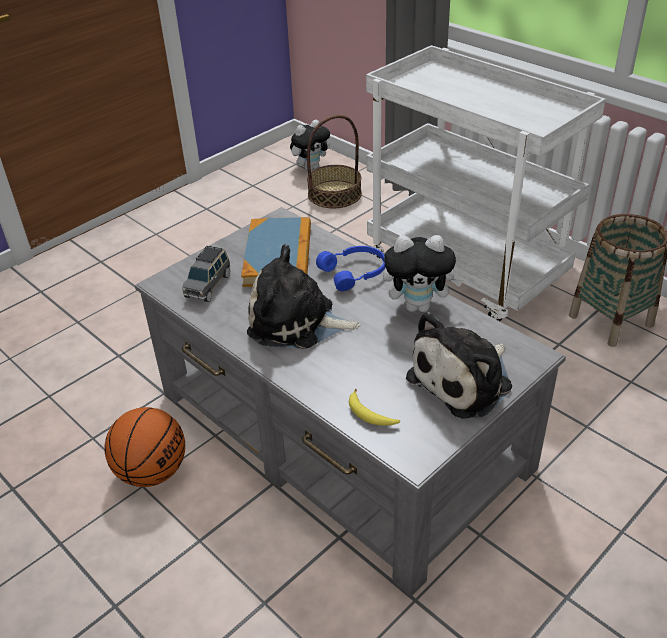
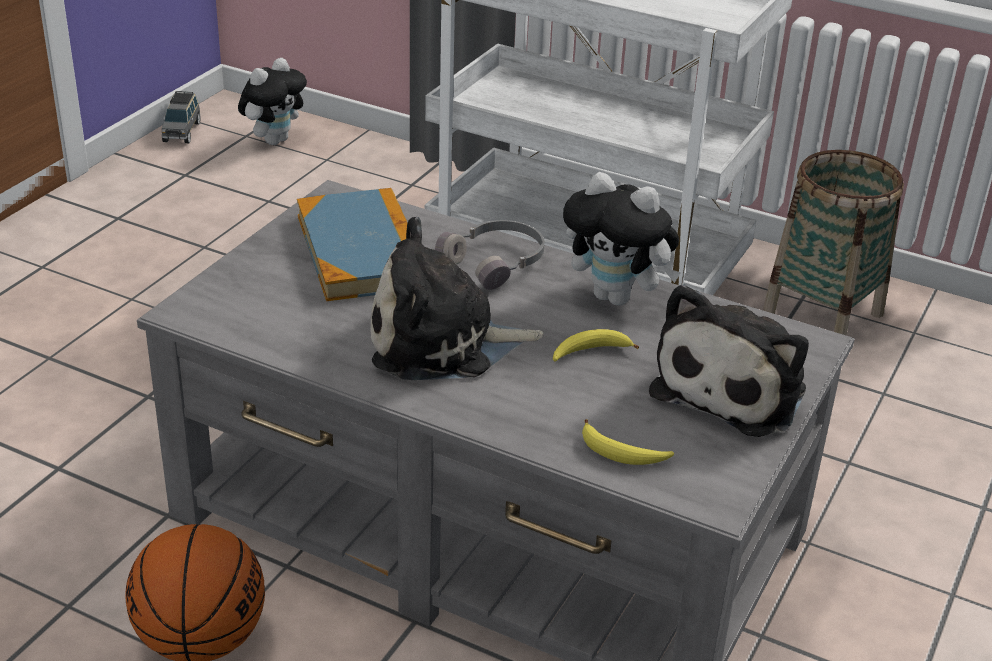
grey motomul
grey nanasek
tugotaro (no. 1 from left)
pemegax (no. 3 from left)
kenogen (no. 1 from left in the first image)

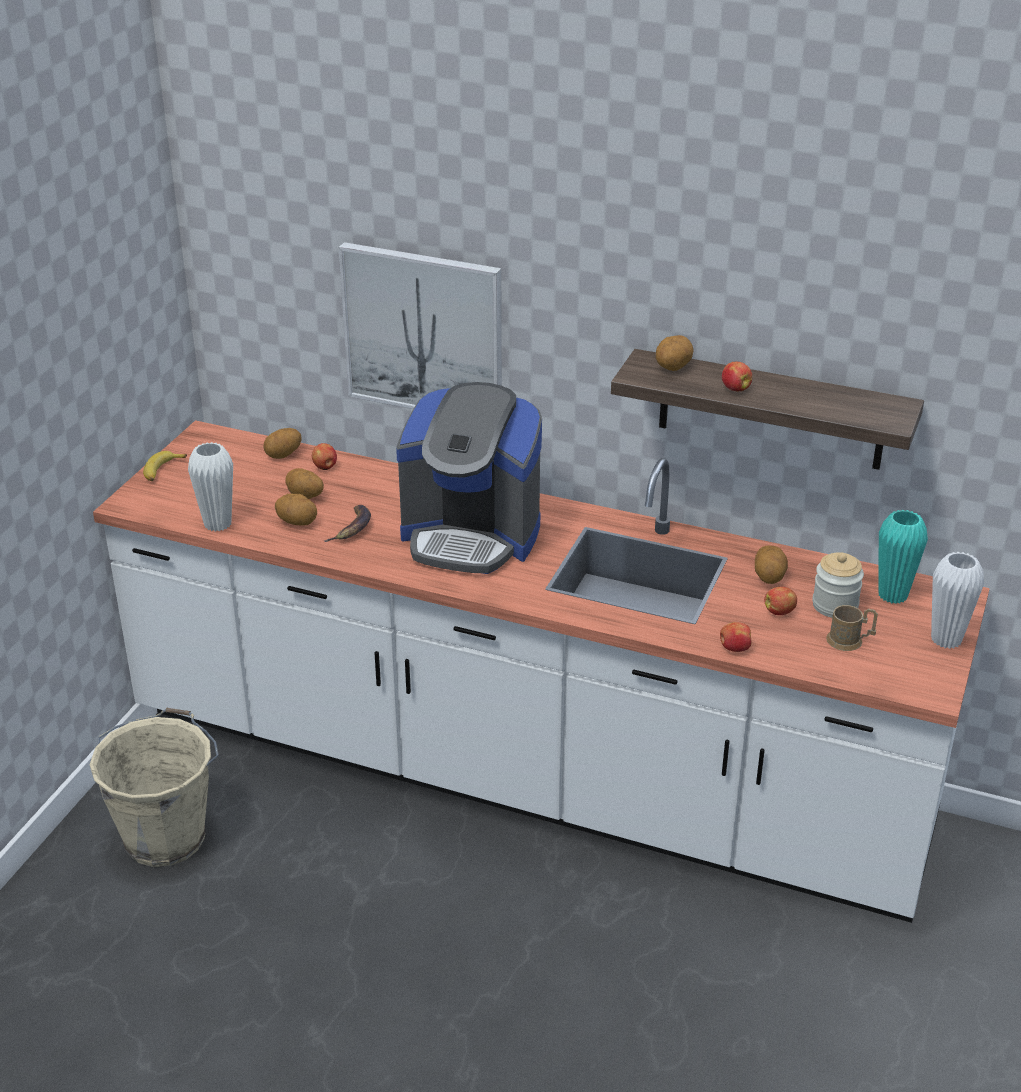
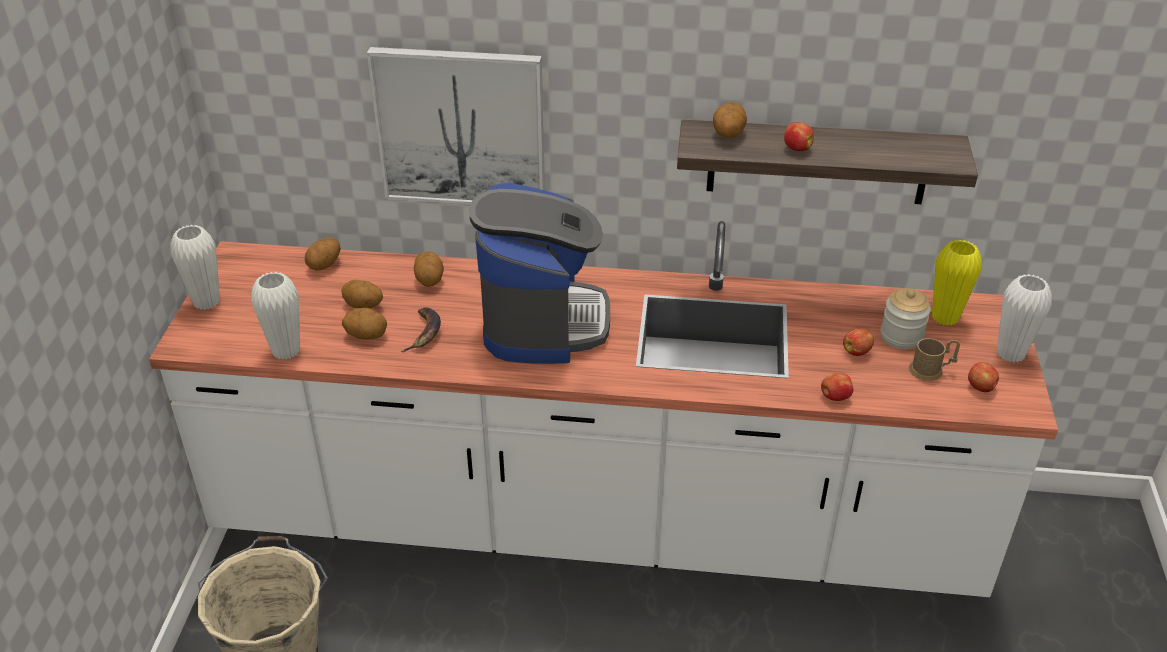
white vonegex (no. 1 from left)
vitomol (no. 4 from left)
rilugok
yellow vonegex
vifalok (no. 4 from left)

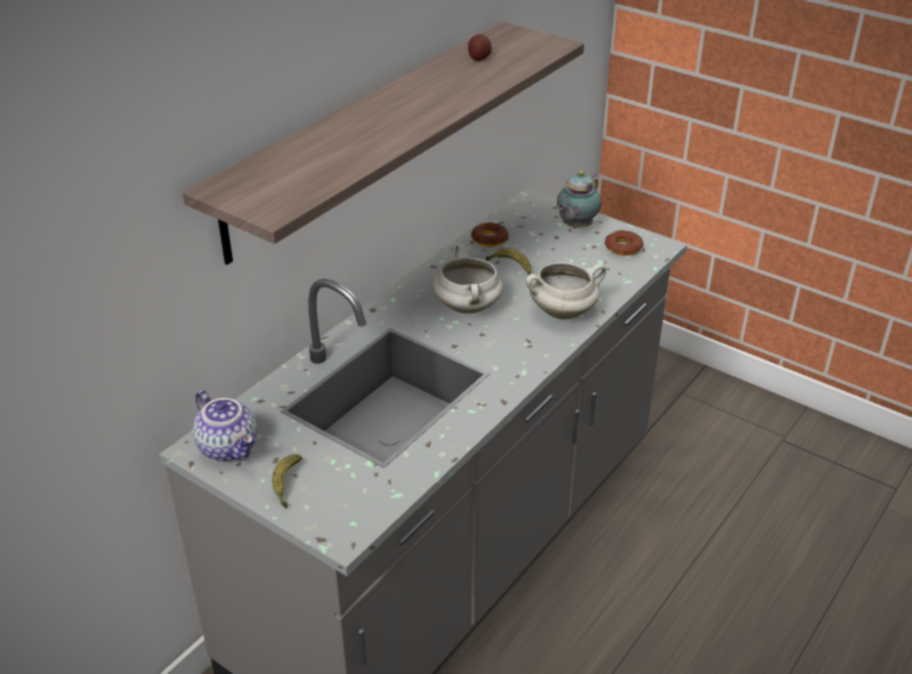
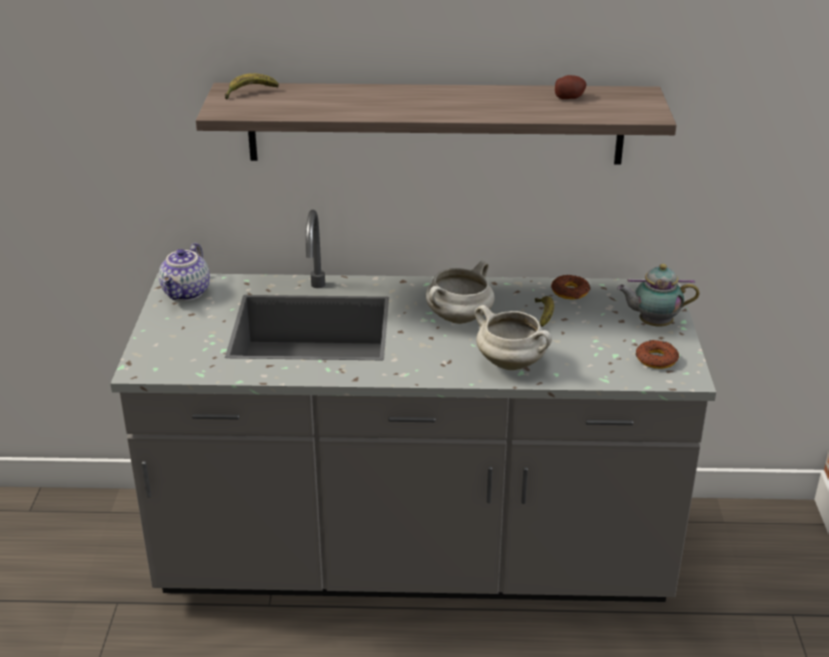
tugotaro (no. 1 from left)

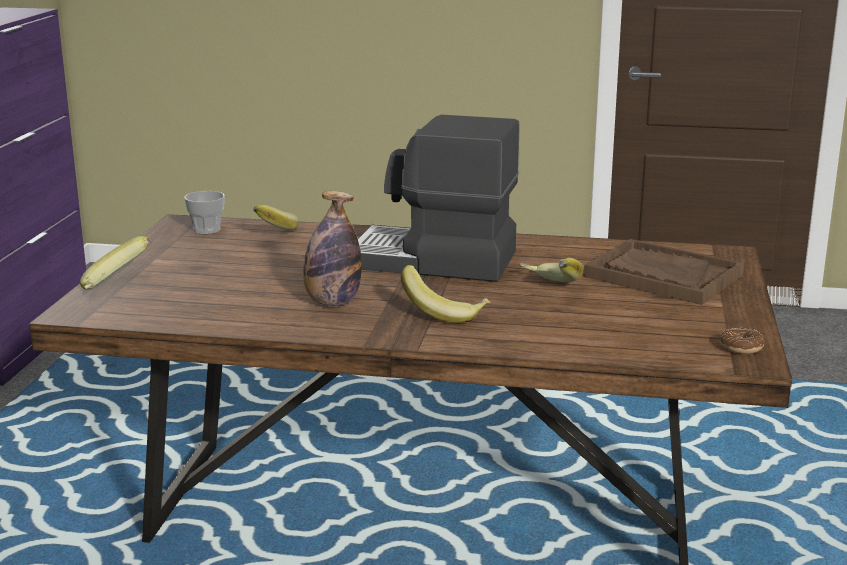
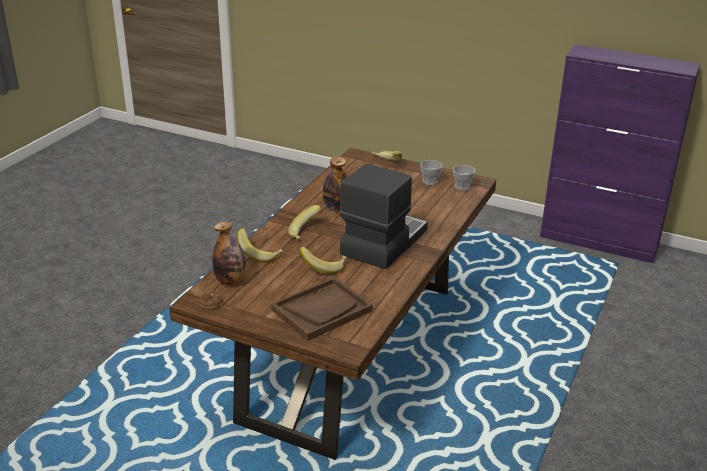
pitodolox (no. 1 from left)
tugotaro (no. 1 from left)
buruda (no. 1 from left)

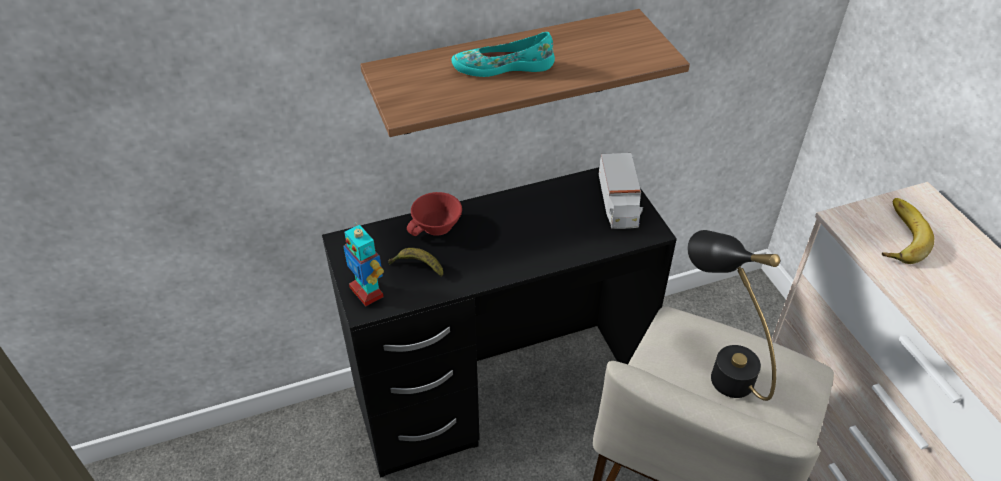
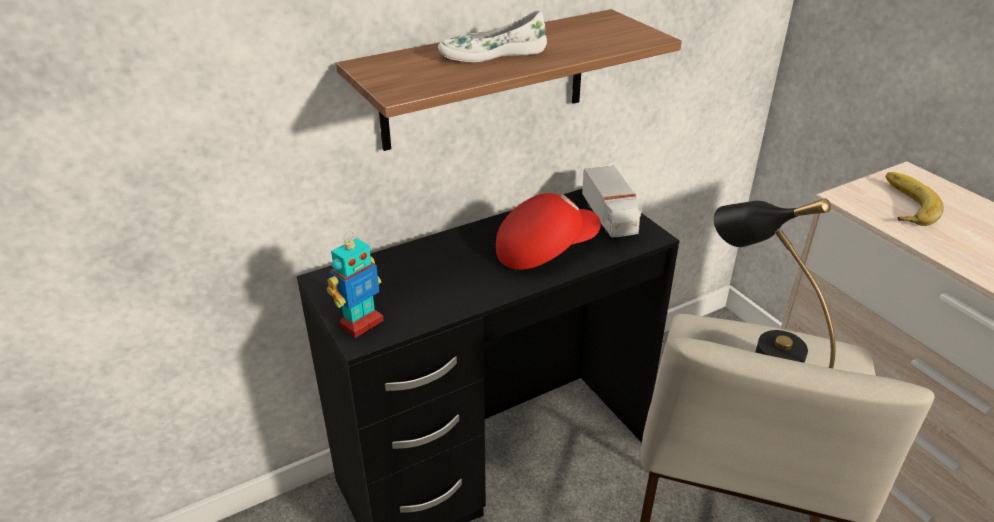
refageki
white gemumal
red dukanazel
tugotaro (no. 1 from left in the first image)
red buruda

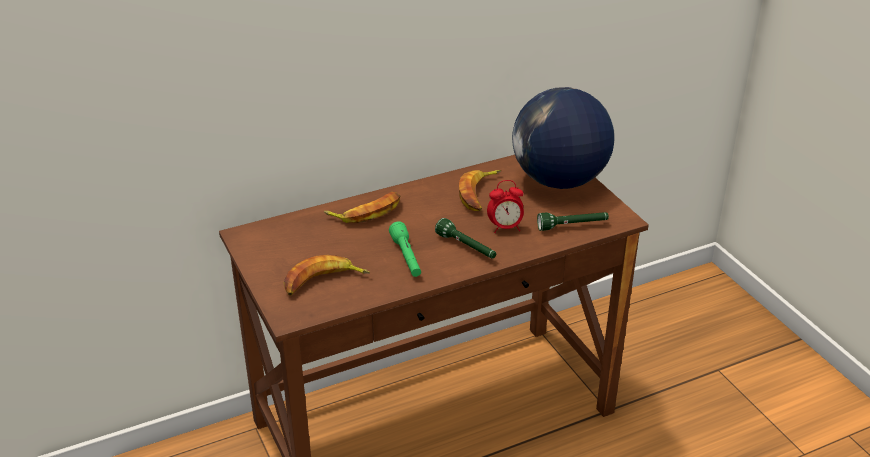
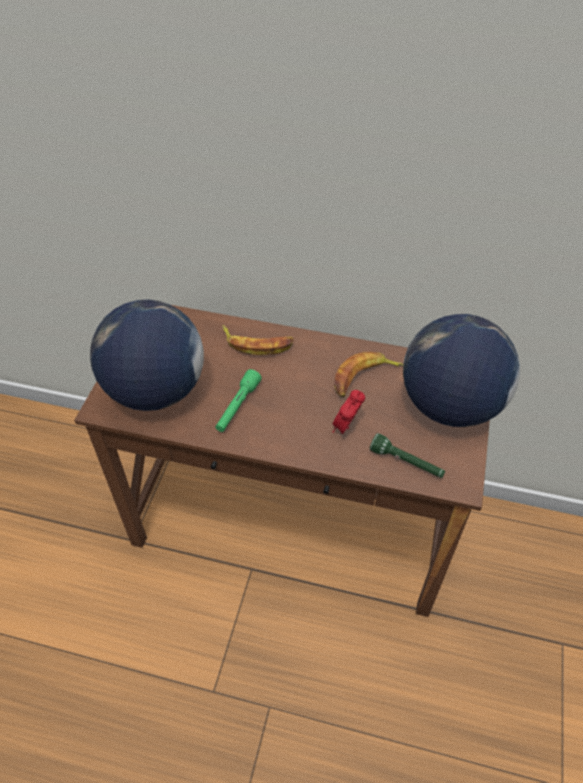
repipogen (no. 1 from left)
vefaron
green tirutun (no. 2 from left in the first image)

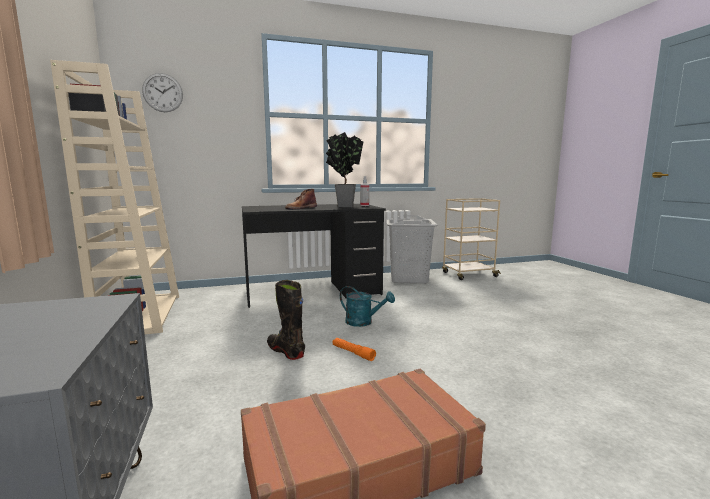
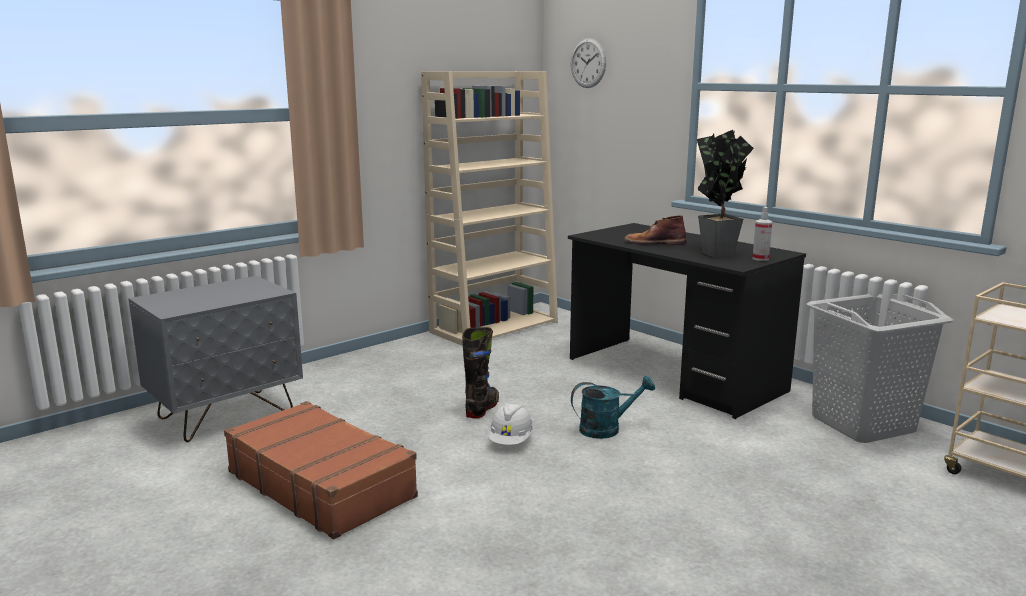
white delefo
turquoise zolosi

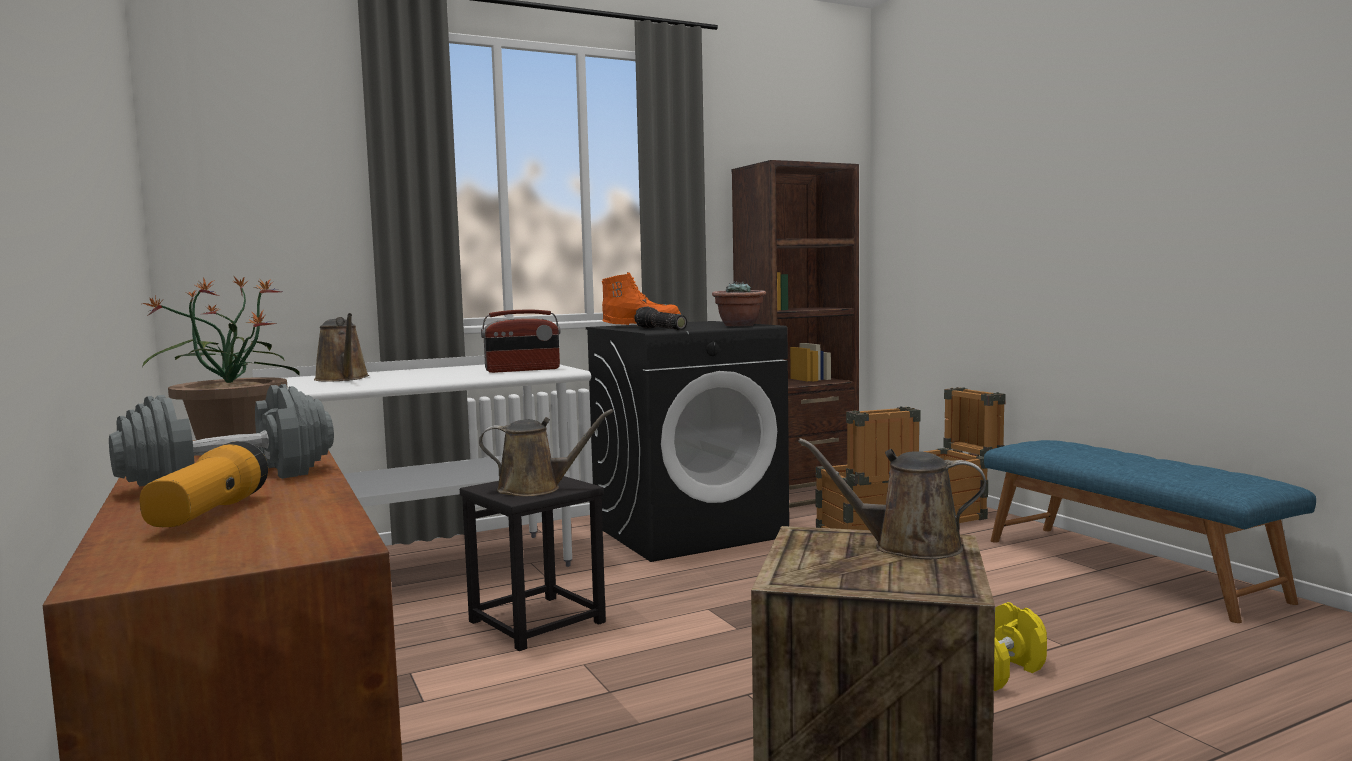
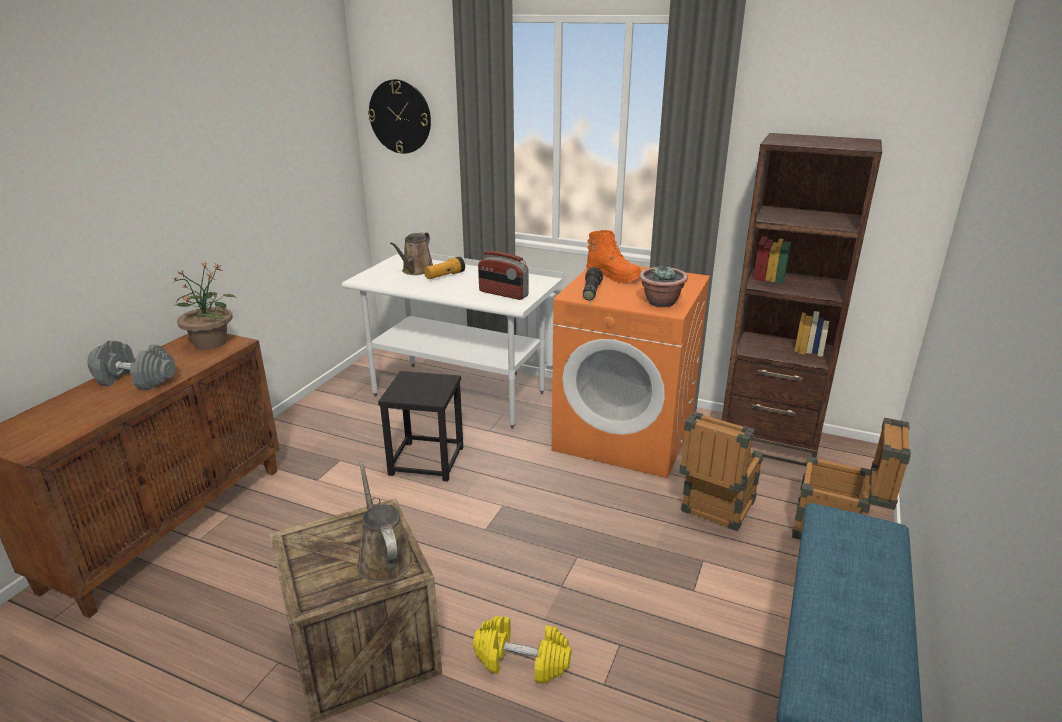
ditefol
tirutun (no. 1 from left)
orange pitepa
brown zolosi (no. 2 from left in the first image)

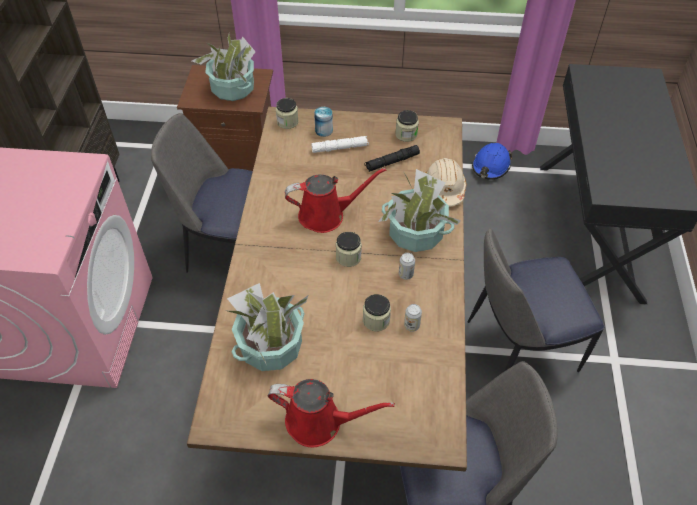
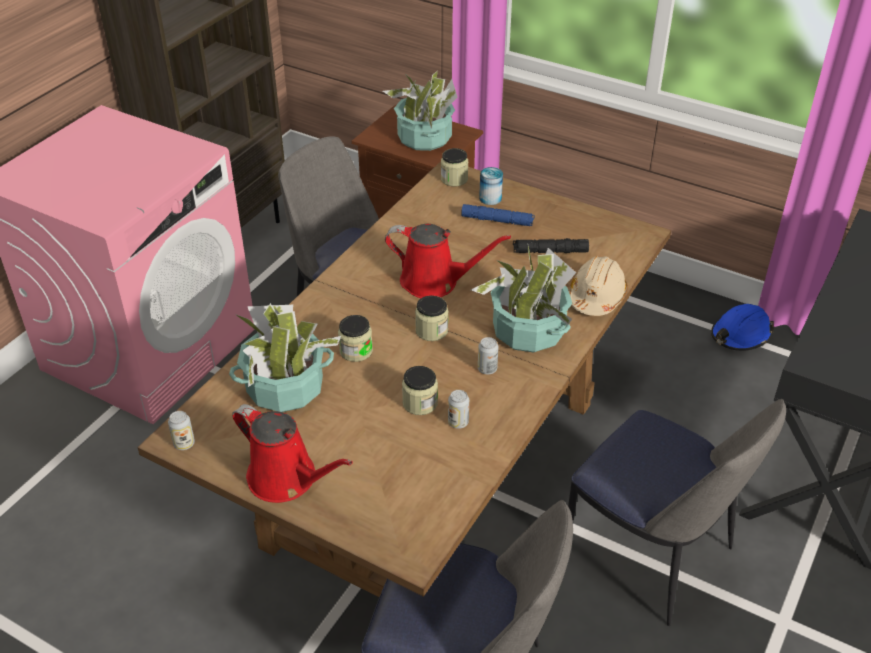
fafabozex (no. 1 from left)
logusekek (no. 1 from left)
blue tirutun
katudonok (no. 3 from left)

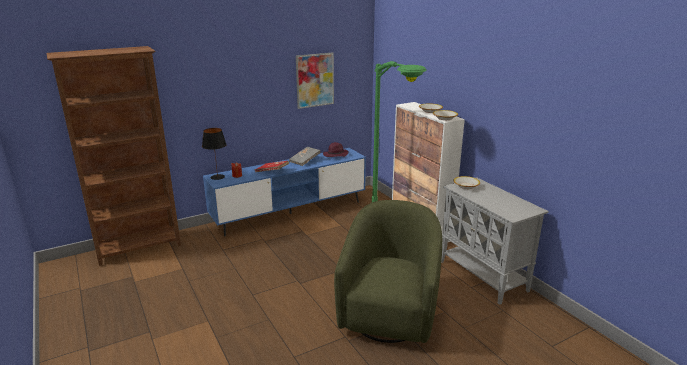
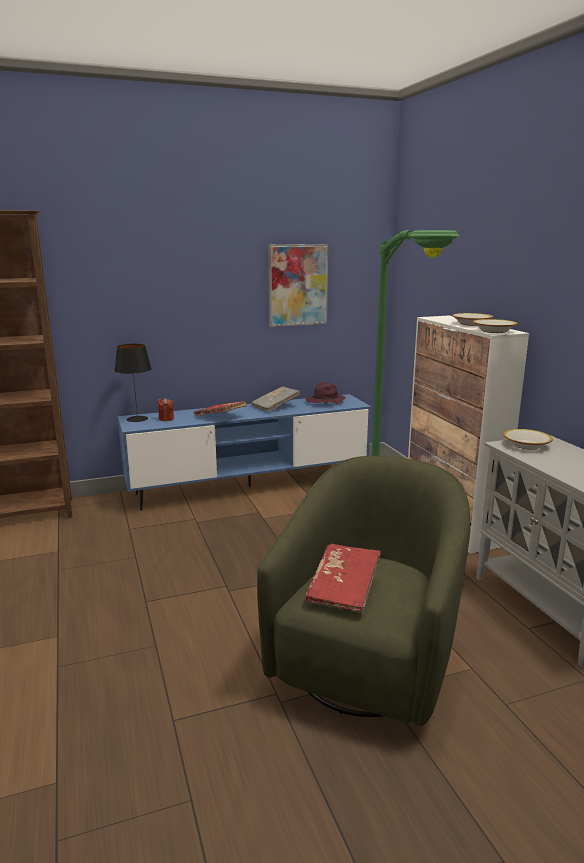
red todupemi (no. 2 from left)

